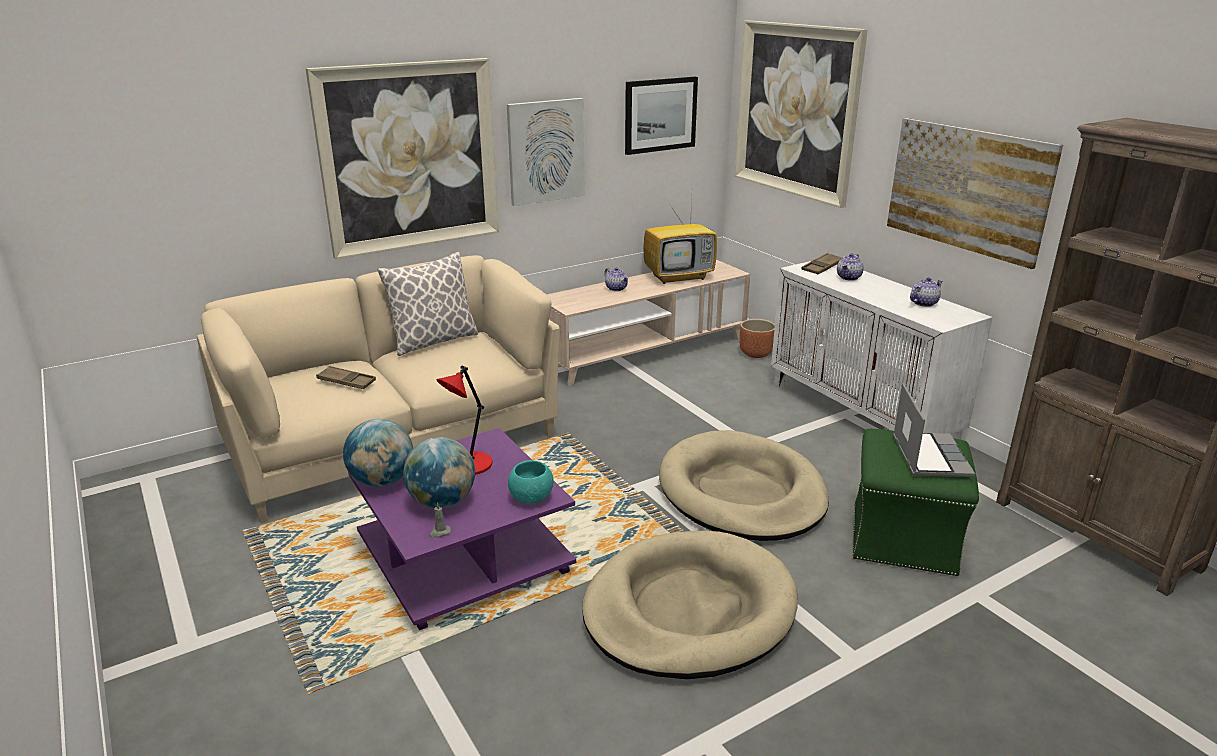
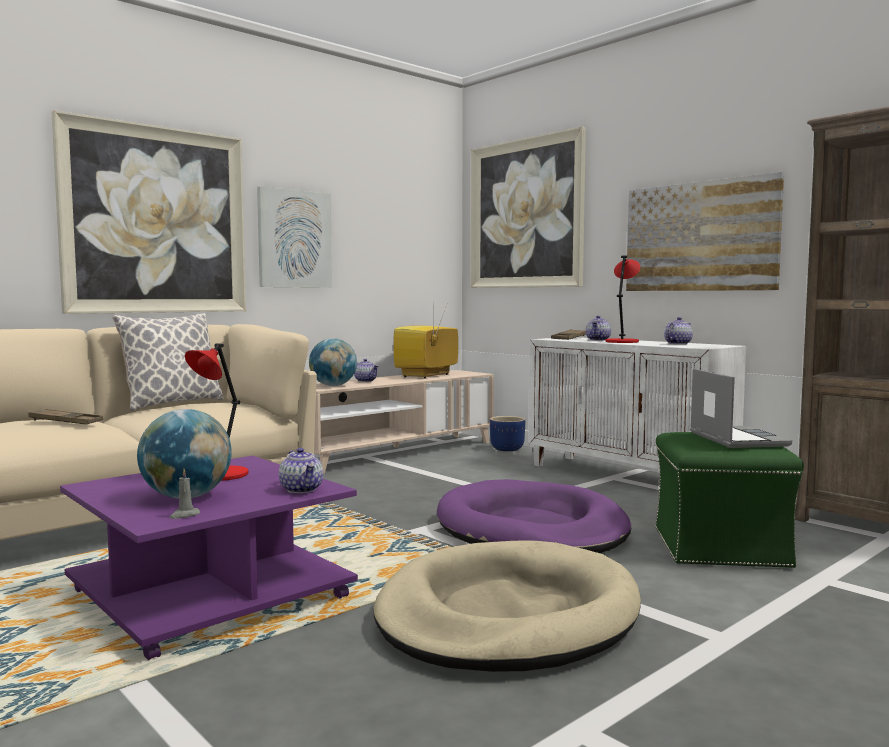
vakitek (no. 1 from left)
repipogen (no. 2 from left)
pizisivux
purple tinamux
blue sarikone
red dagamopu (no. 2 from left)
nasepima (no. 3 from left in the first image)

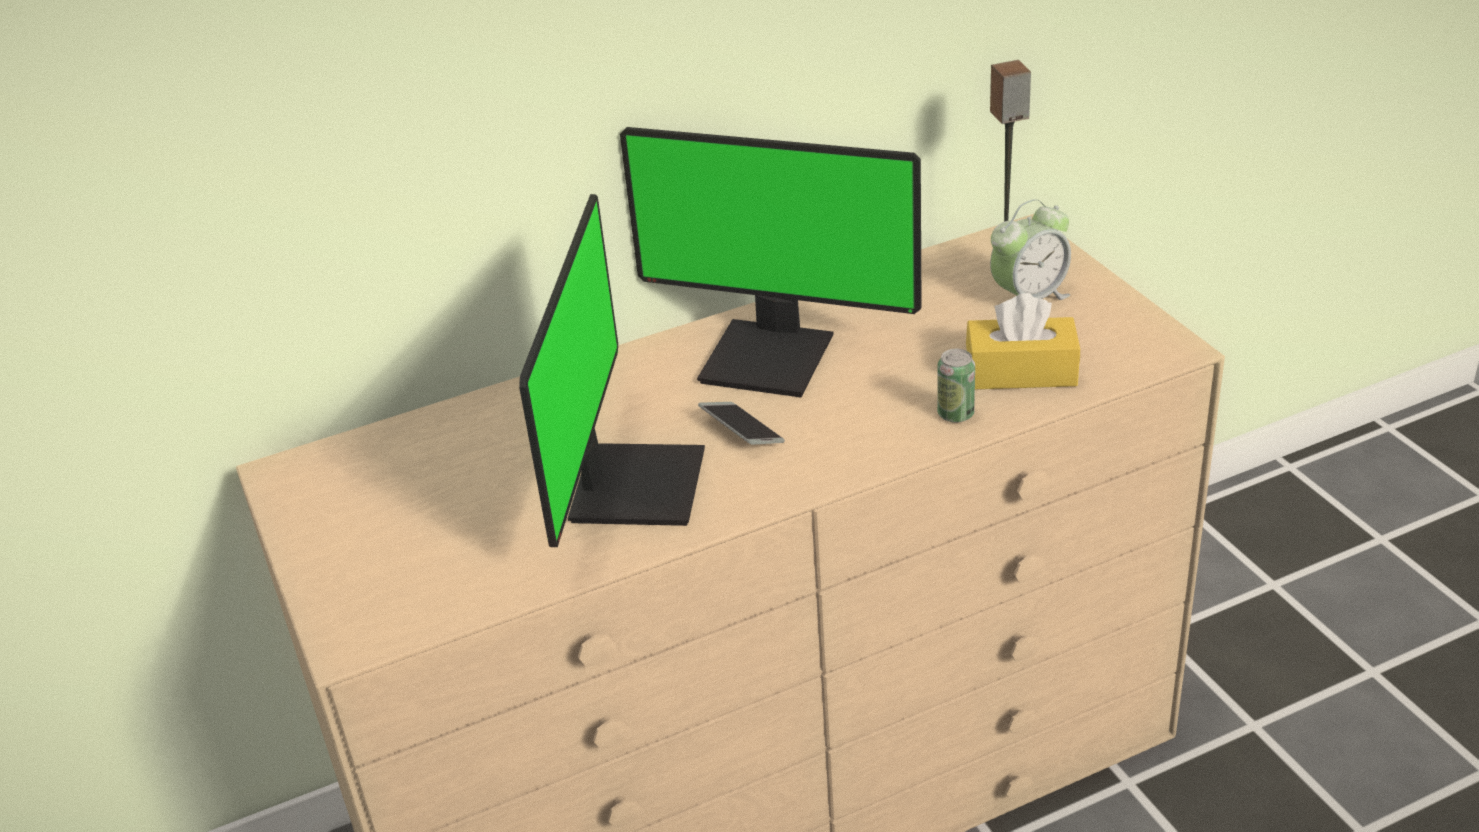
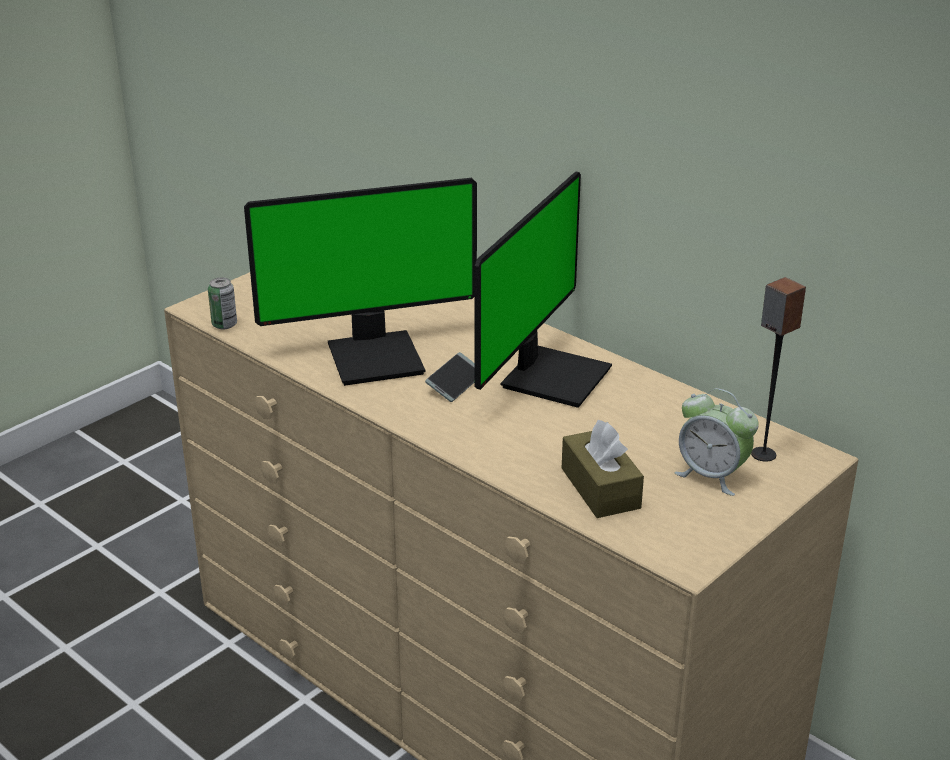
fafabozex
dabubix (no. 2 from left)
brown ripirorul

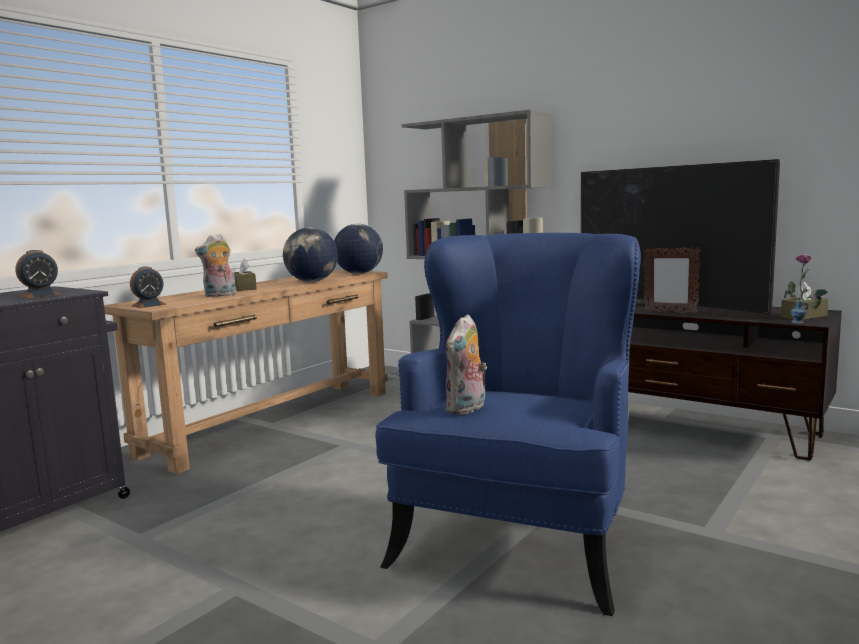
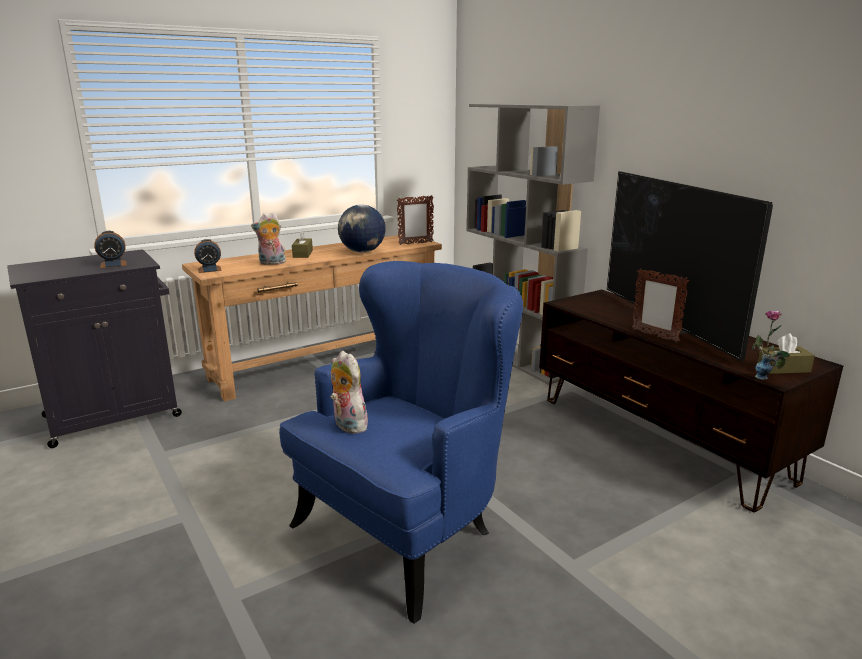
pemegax (no. 2 from left)
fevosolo (no. 1 from left)

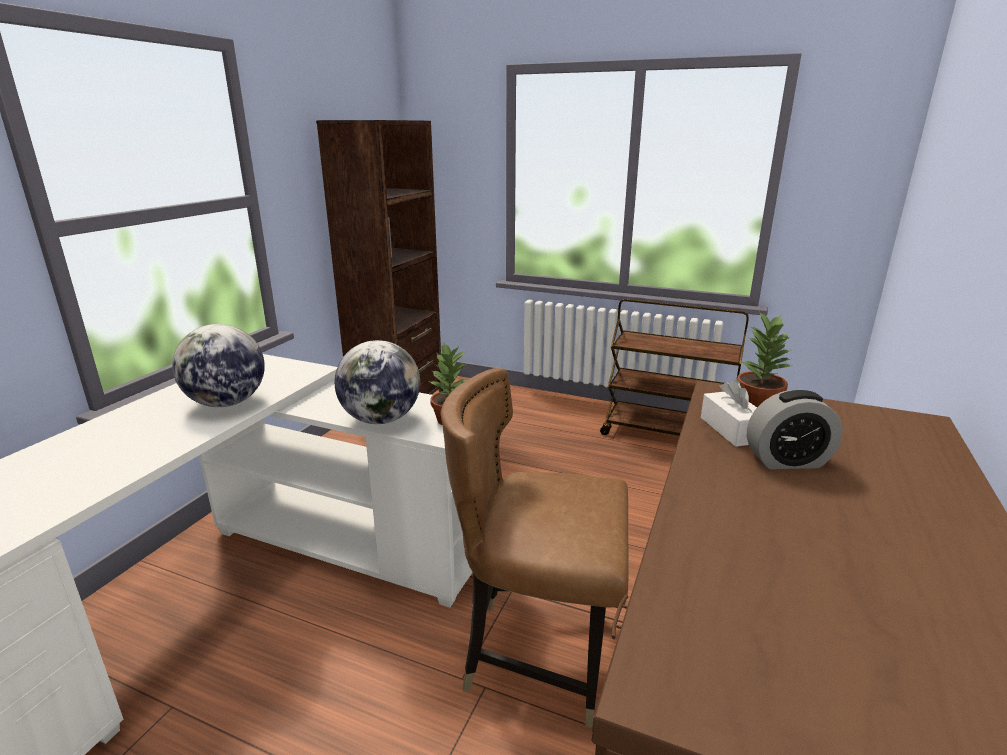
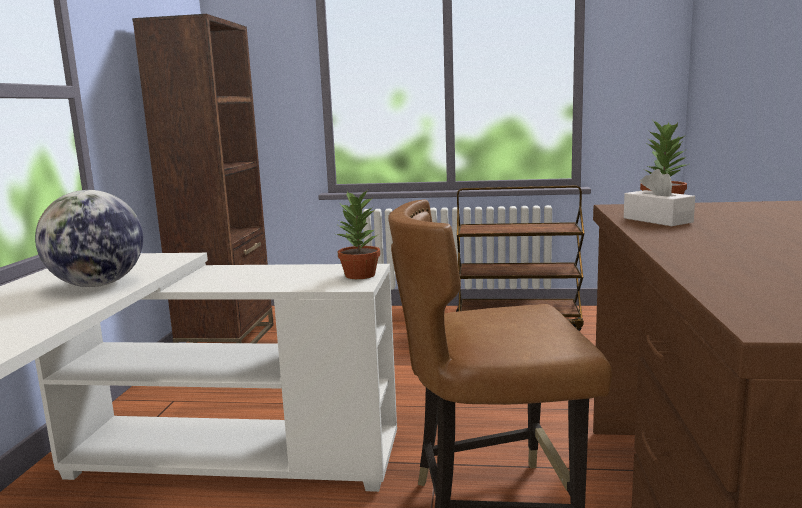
repipogen (no. 2 from left in the first image)
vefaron

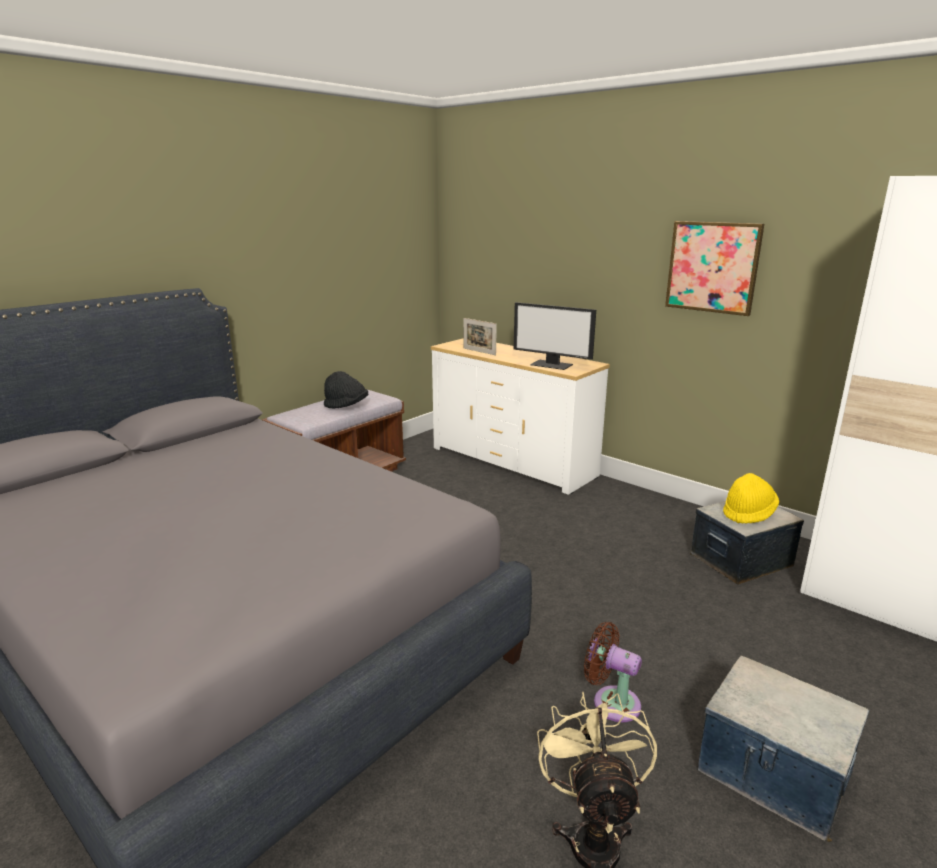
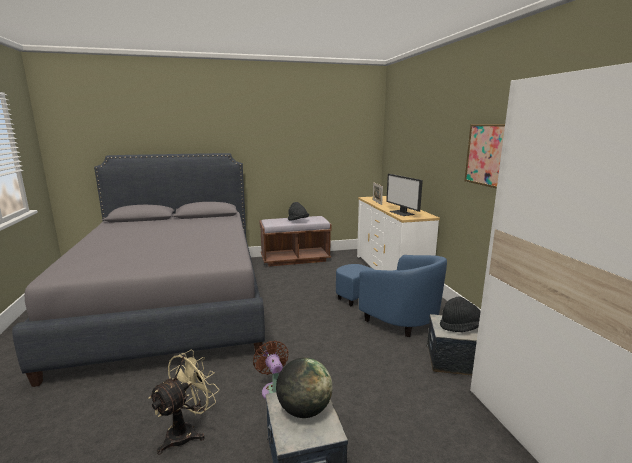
repipogen
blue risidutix
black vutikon (no. 2 from left)

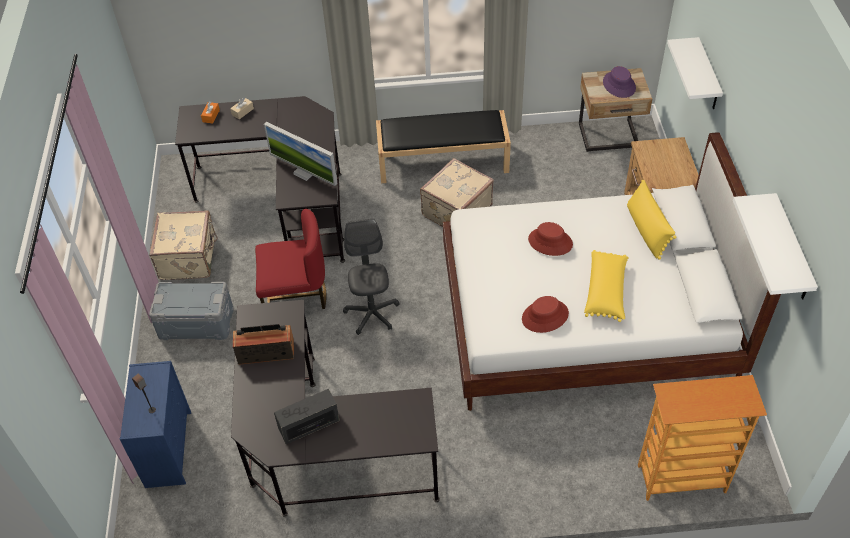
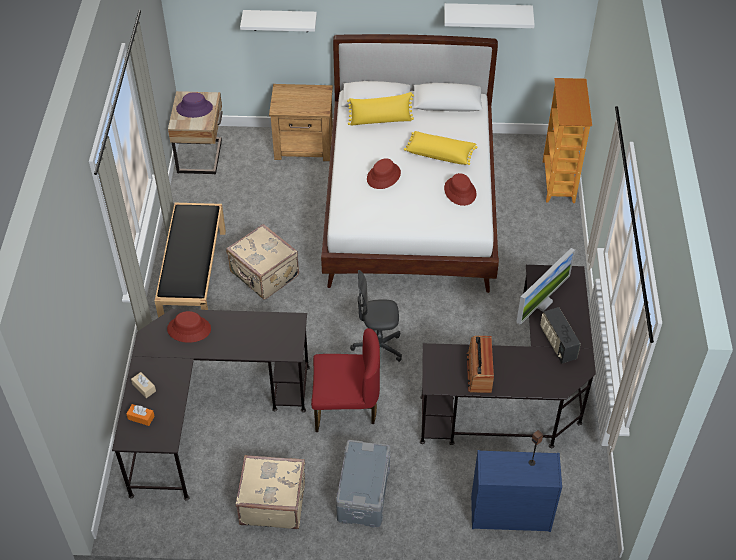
red vutikon (no. 1 from left)
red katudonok
dabubix

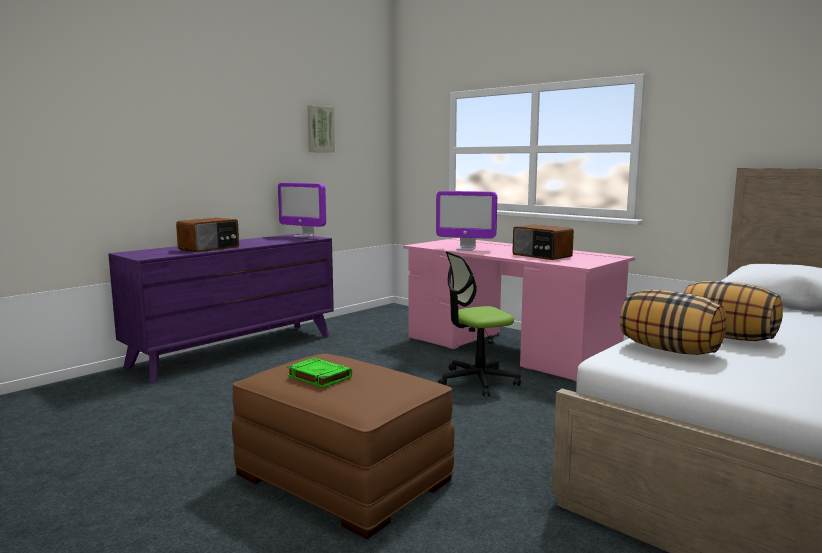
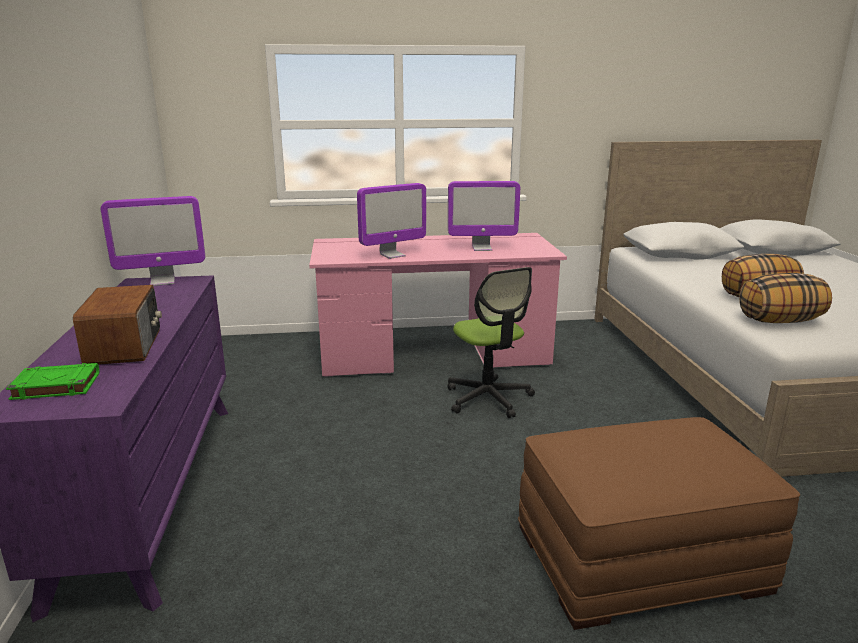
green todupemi
dabubix (no. 3 from left)
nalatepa
nasepima

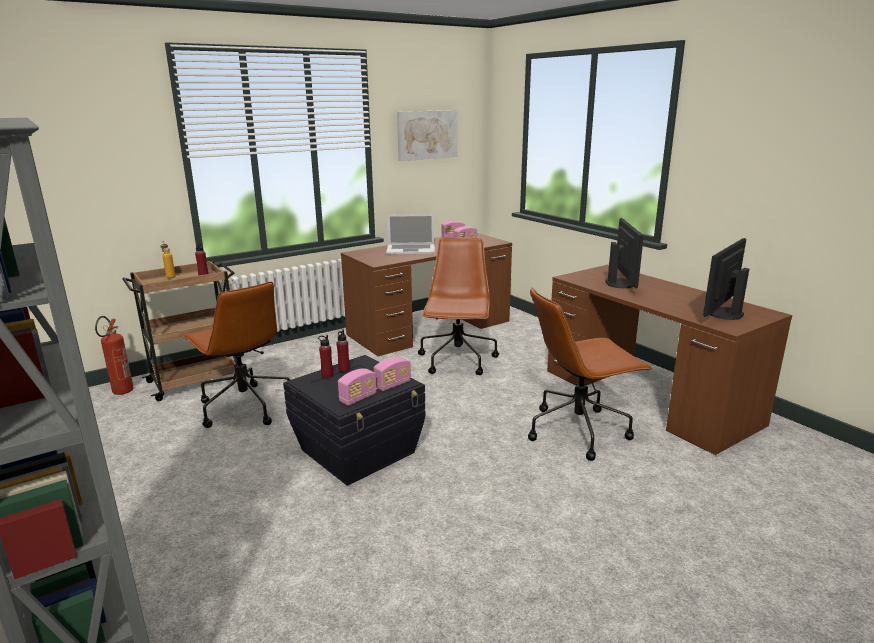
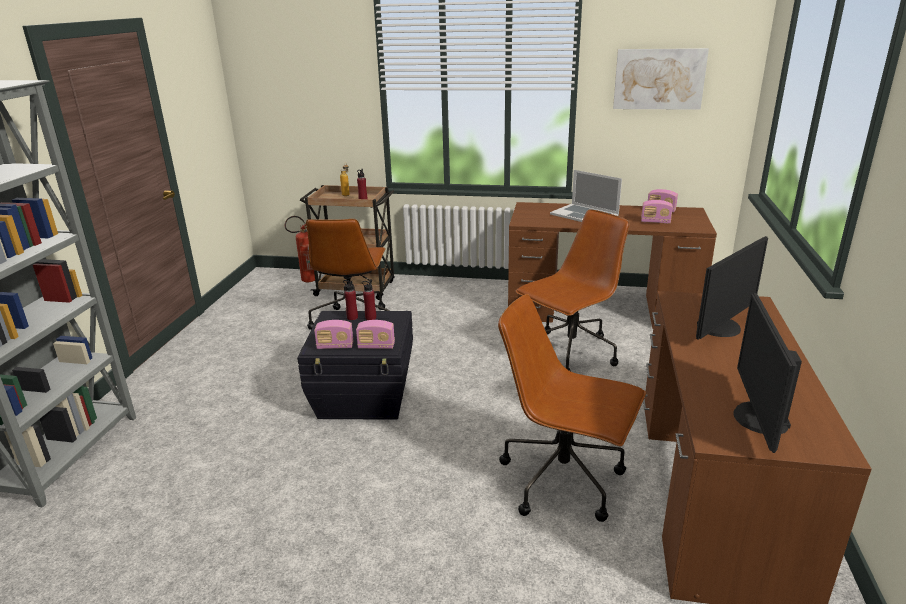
dabubix (no. 2 from left)

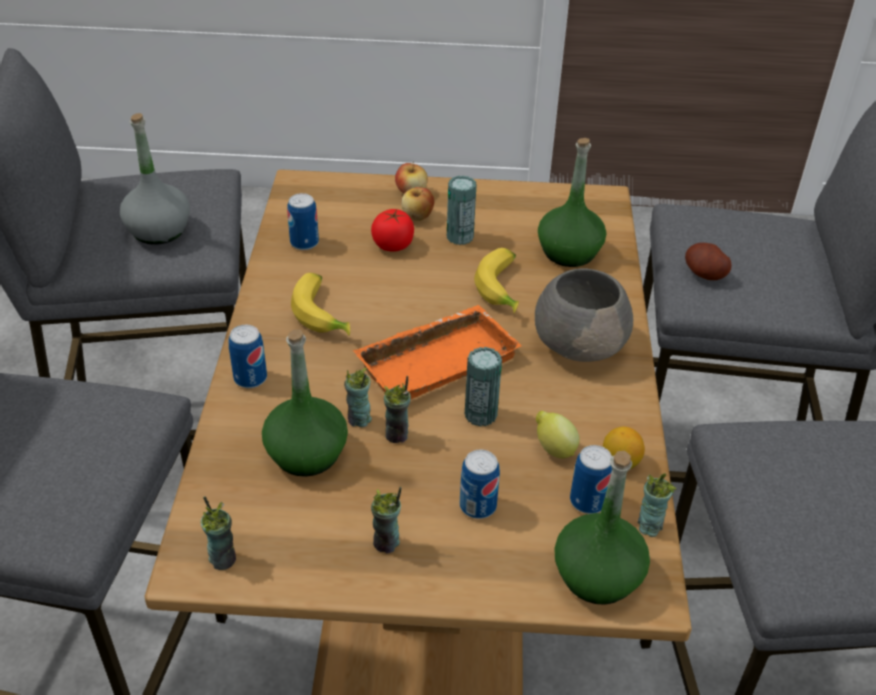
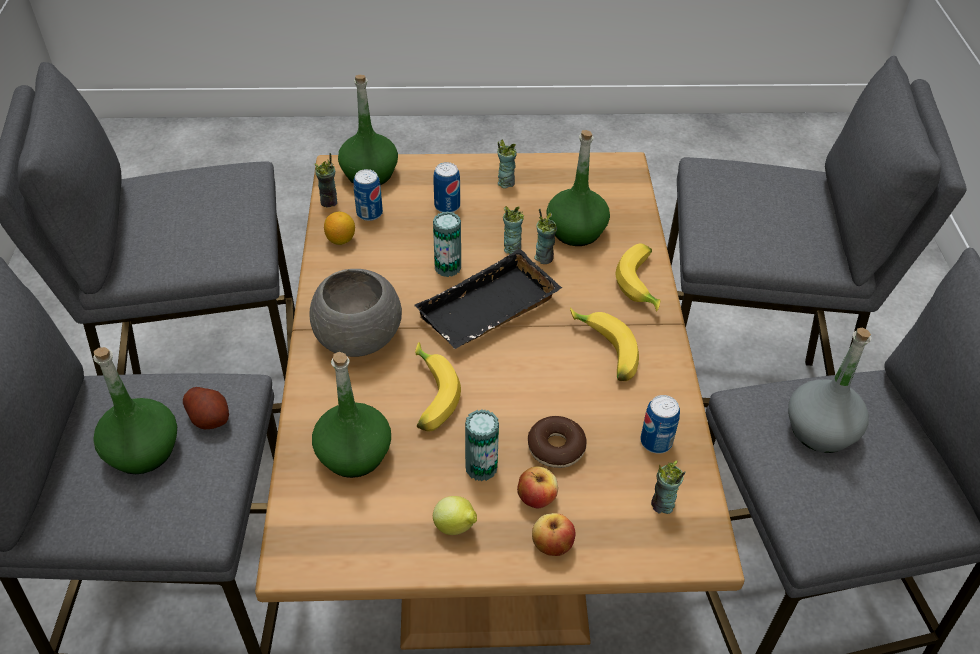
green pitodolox (no. 1 from left)
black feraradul
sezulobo (no. 2 from left)
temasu
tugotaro (no. 3 from left)
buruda (no. 5 from left)

